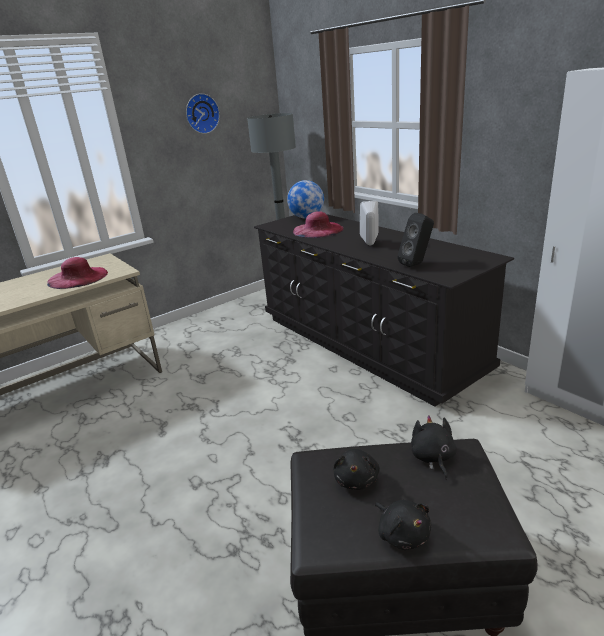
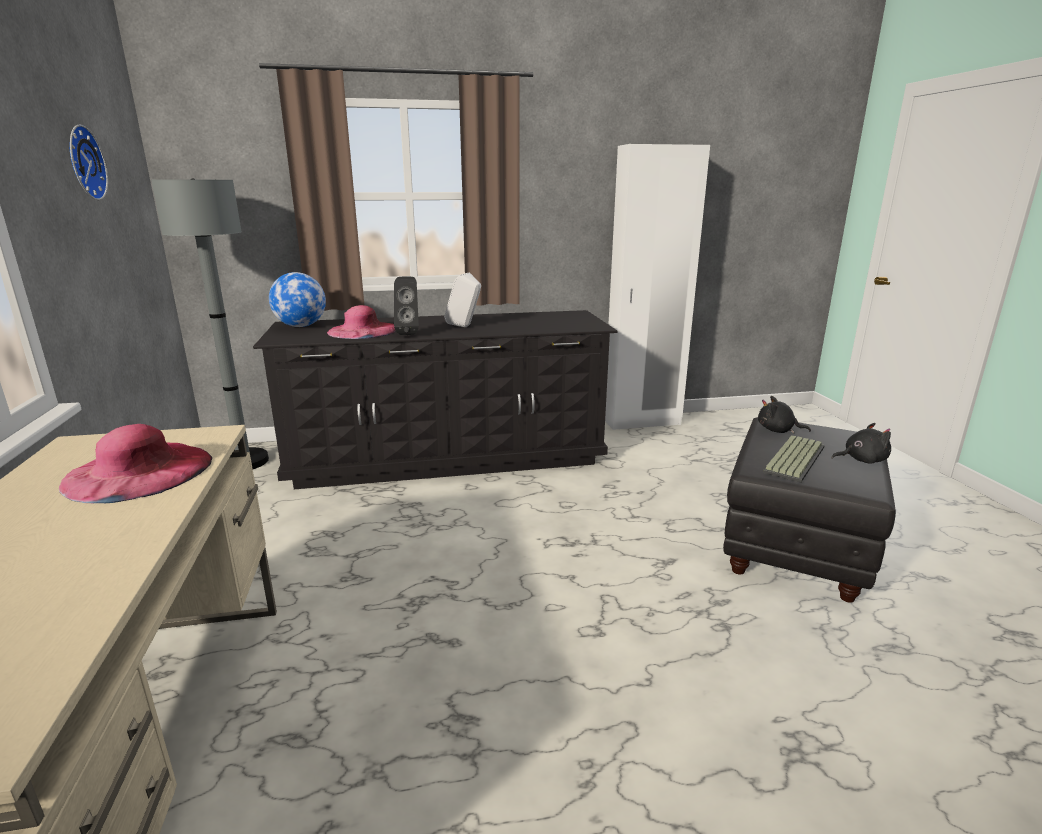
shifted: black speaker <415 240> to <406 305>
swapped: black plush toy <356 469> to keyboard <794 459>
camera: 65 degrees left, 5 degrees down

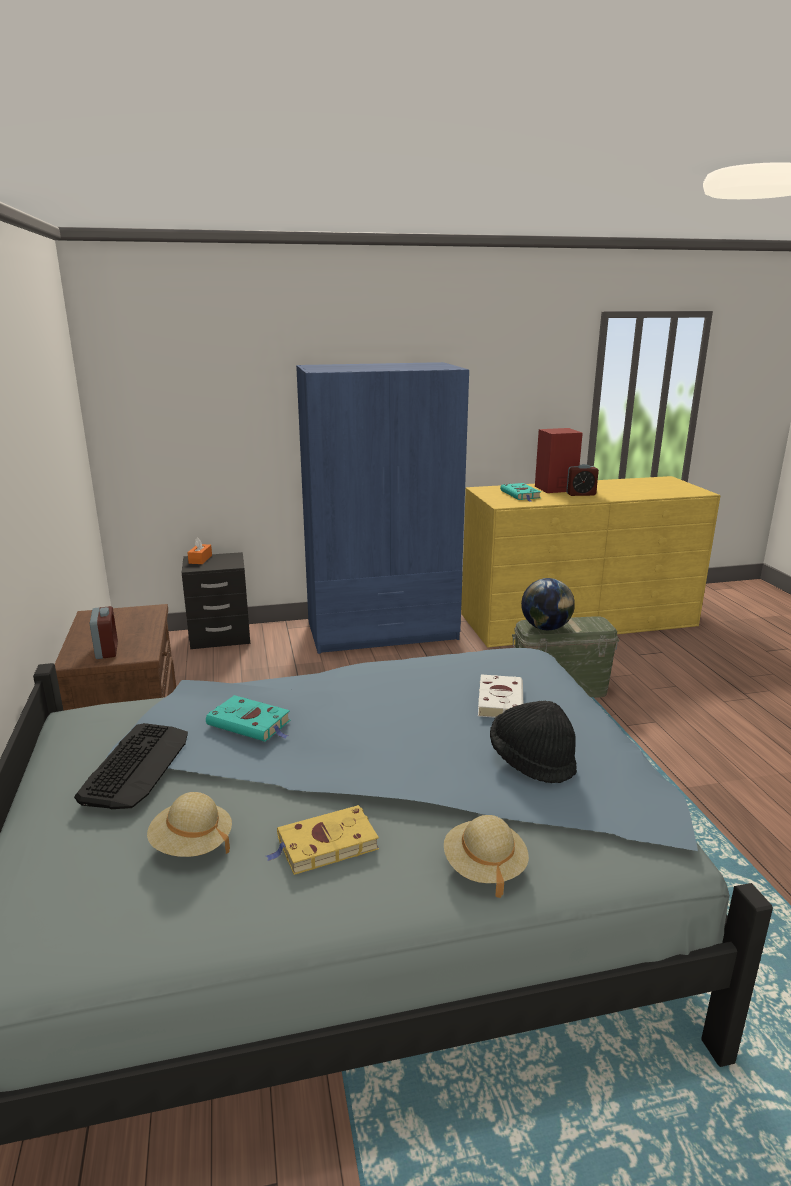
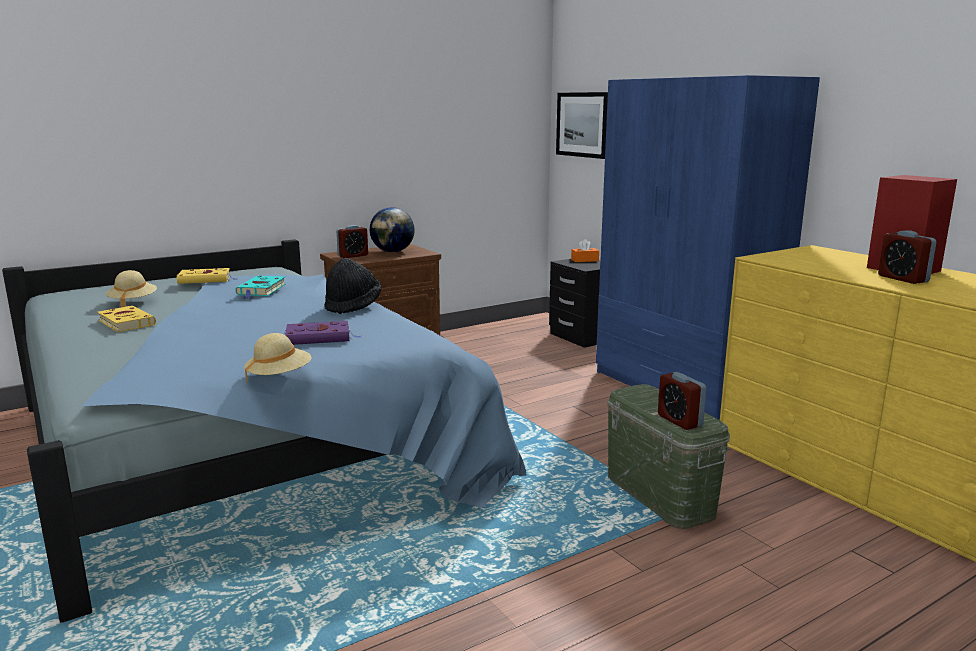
gone: turquoise book <520 492>
new: picture <582 125>; alarm clock <682 401>
shifted: beige hat <486 856> to <278 358>; black hat <533 742> to <353 286>; globe <548 604> to <392 229>
swapped: keyboard <131 766> to yellow book <207 276>
repainted: white book <500 696> to purple book <322 333>
camera: 70 degrees right, 5 degrees down

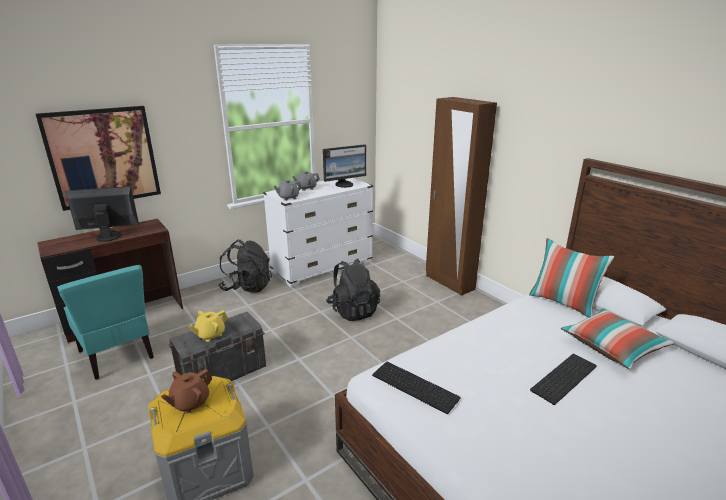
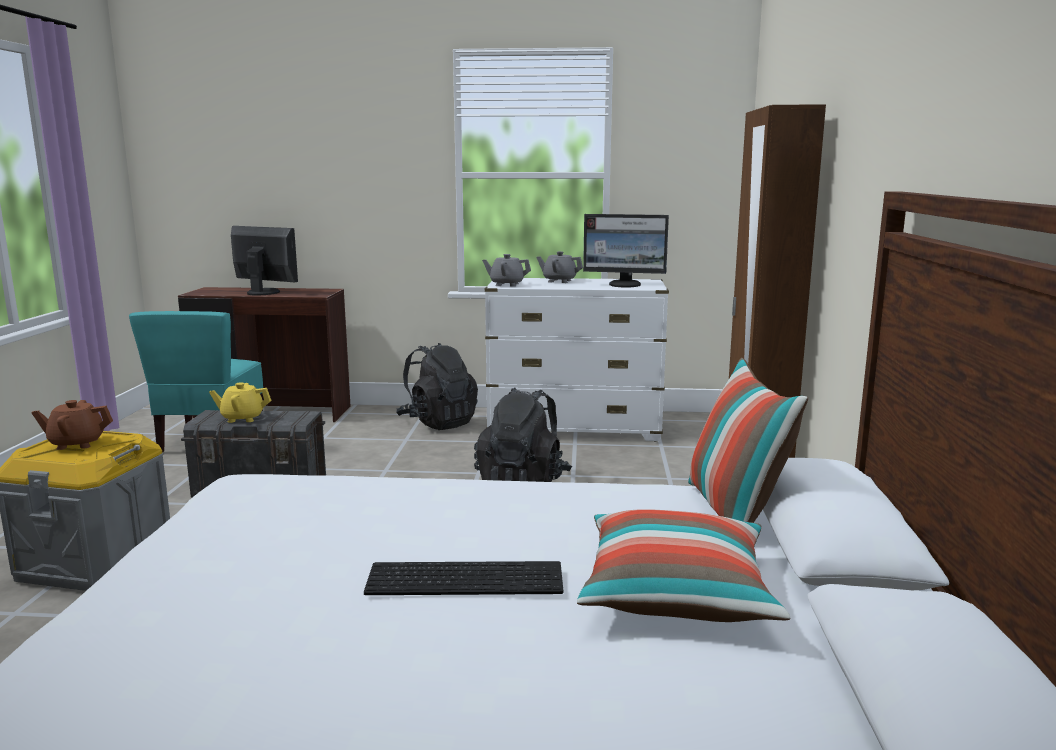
gone: picture <98 158>; keyboard <416 388>
camera: 40 degrees right, 10 degrees down

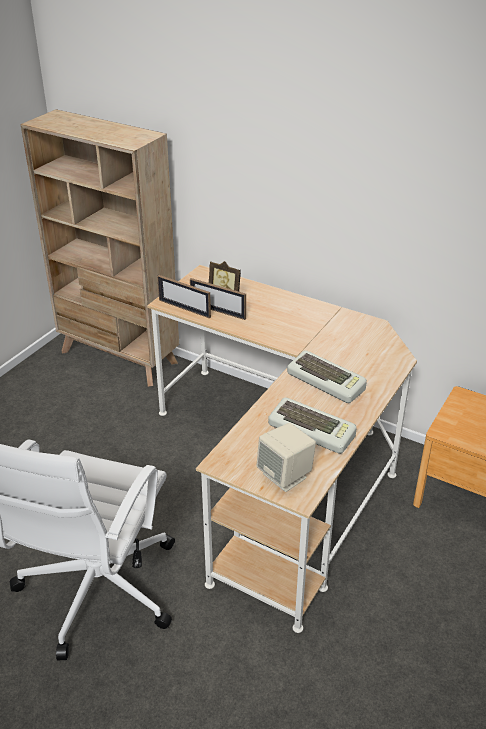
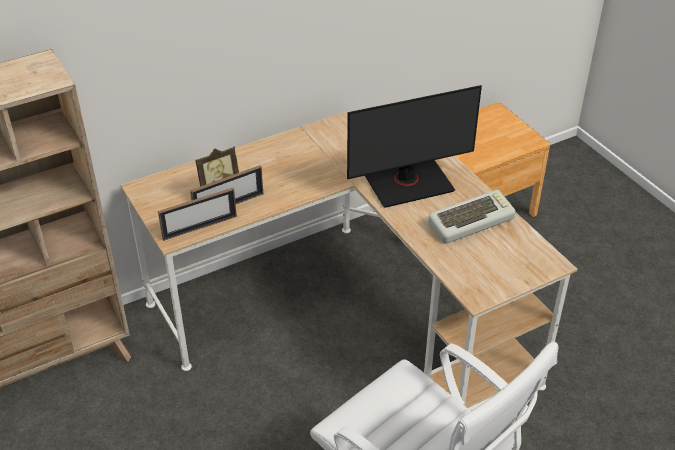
gone: beige speaker <286 457>
swapped: keyboard <327 376> to monitor <414 146>
camera: 60 degrees left, 5 degrees up

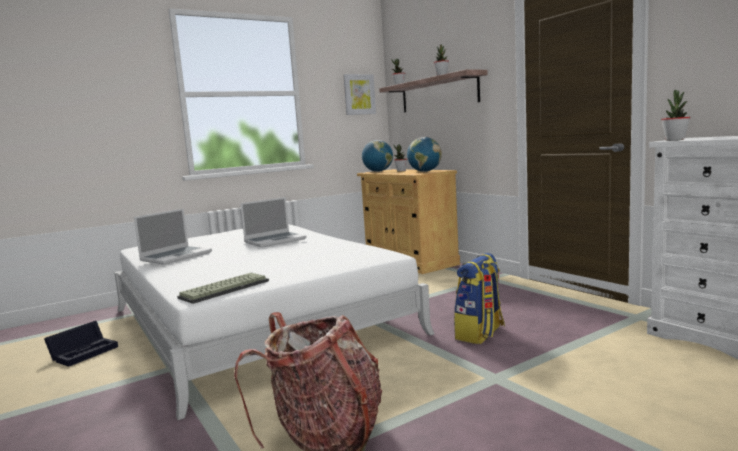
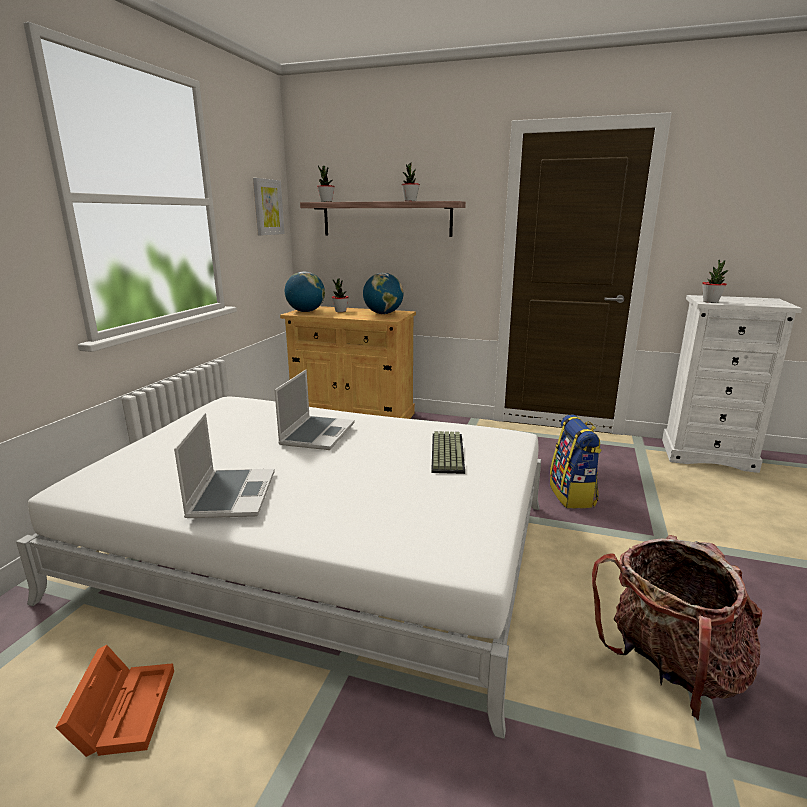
shifted: keyboard <223 288> to <448 452>
repainted: black storage box <81 344> to orange storage box <114 701>
camera: 40 degrees left, 10 degrees up

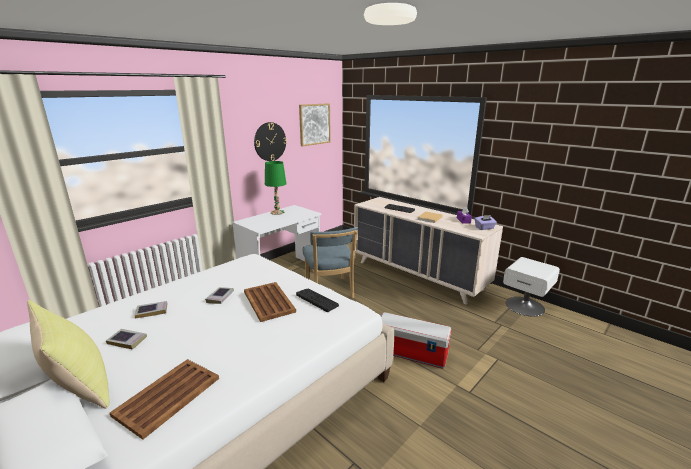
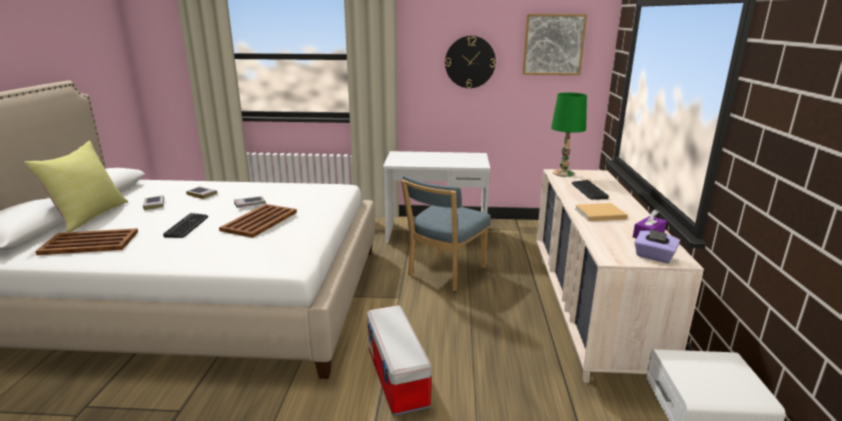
shifted: green table lamp <275 188> to <569 135>; keyboard <317 300> to <185 225>
camera: 50 degrees right, 0 degrees up

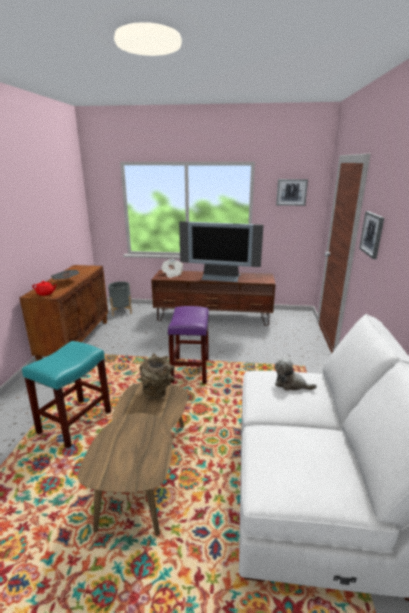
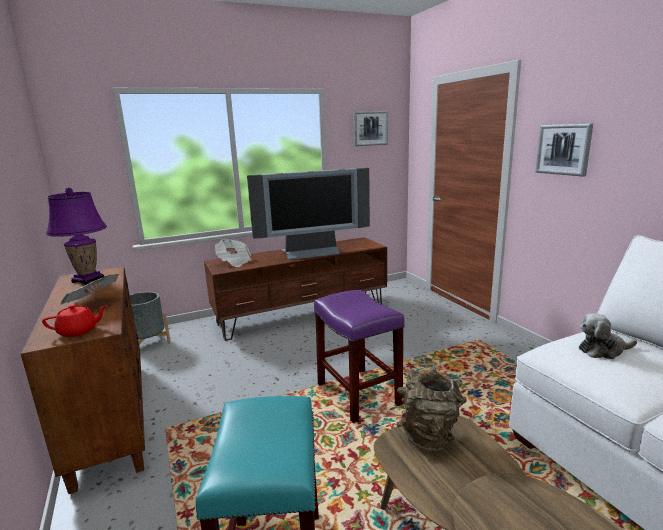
new: purple table lamp <76 236>
camera: 30 degrees left, 5 degrees down

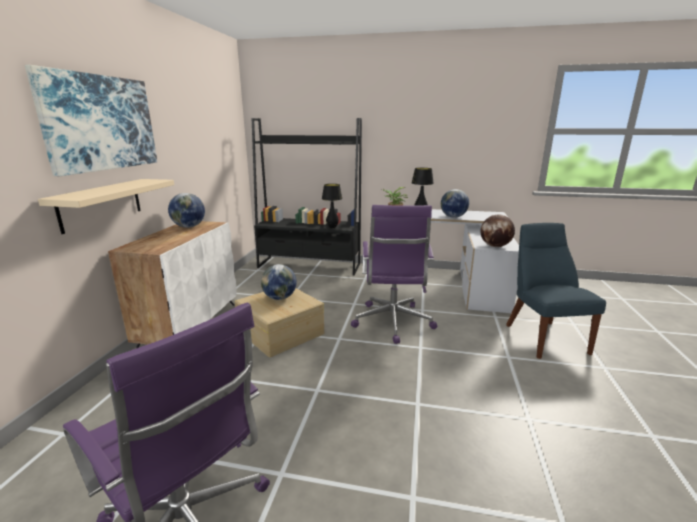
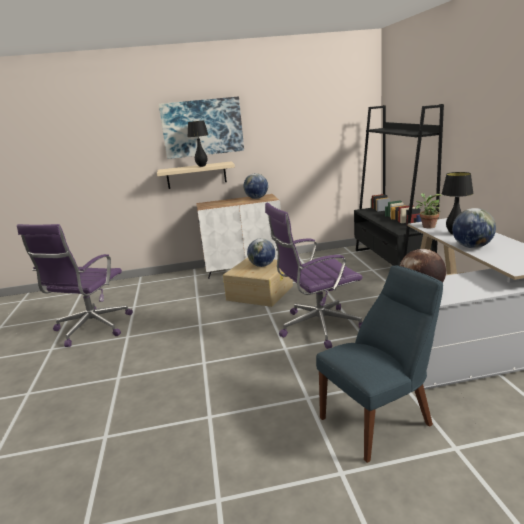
shifted: black table lamp <332 206> to <198 144>
camera: 70 degrees right, 0 degrees up

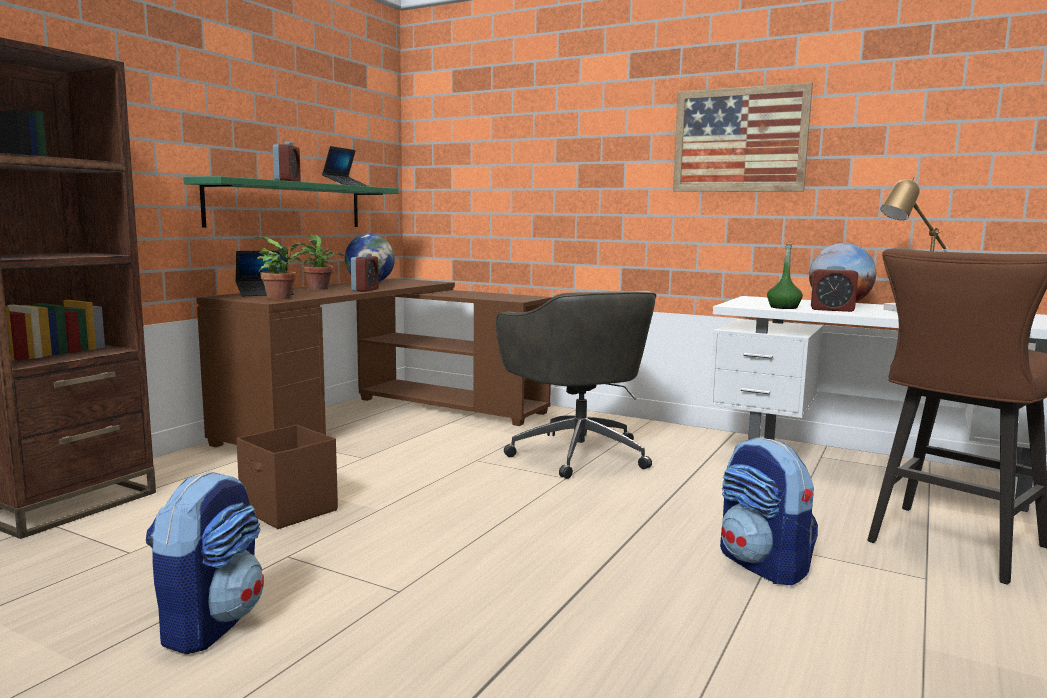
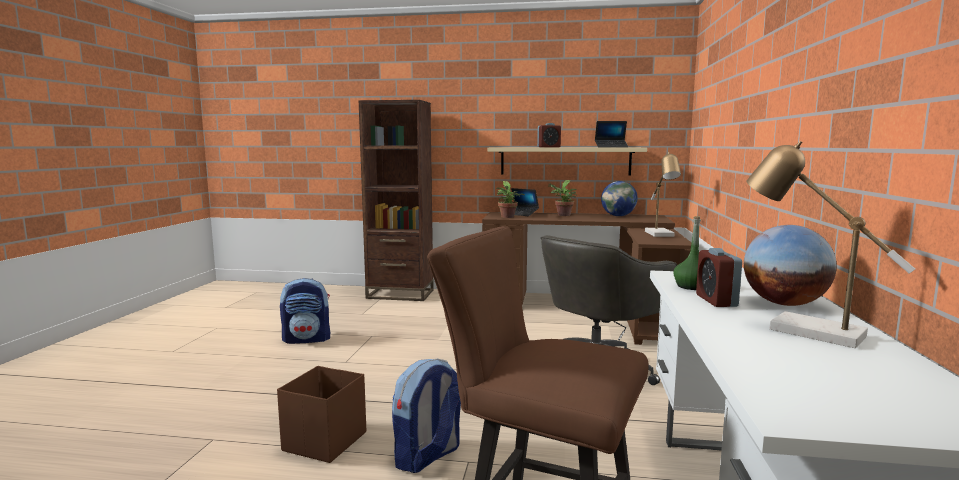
gone: alarm clock <365 272>; picture <743 137>
new: table lamp <663 194>
shifted: brown storage box <287 477> to <321 414>
repainted: green shelf <291 201> to beige shelf <567 161>
camera: 70 degrees right, 0 degrees up

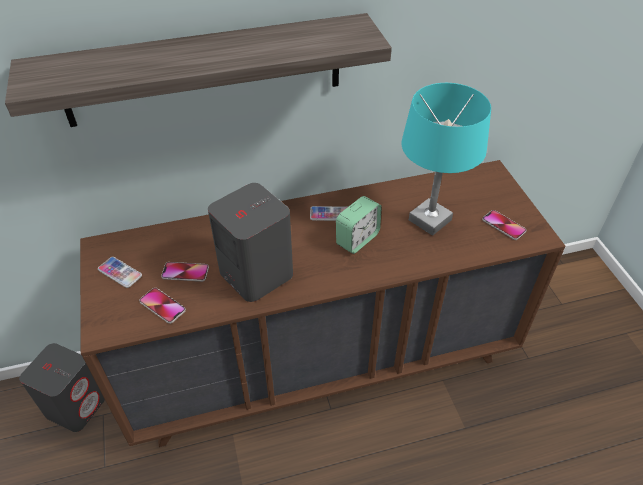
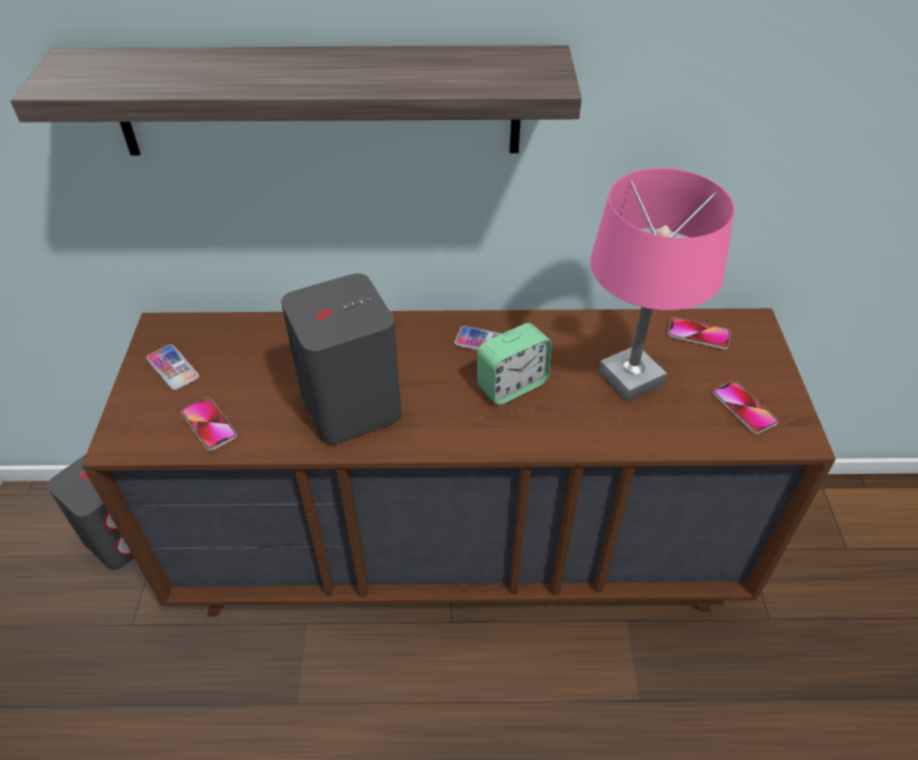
shifted: phone <185 272> to <699 333>
repainted: turquoise table lamp <446 159> to pink table lamp <662 285>
camera: 15 degrees right, 0 degrees up

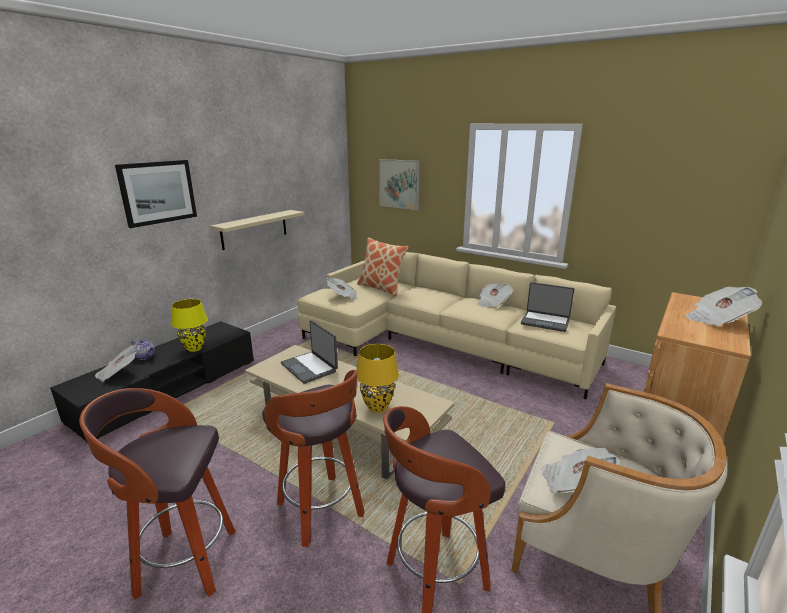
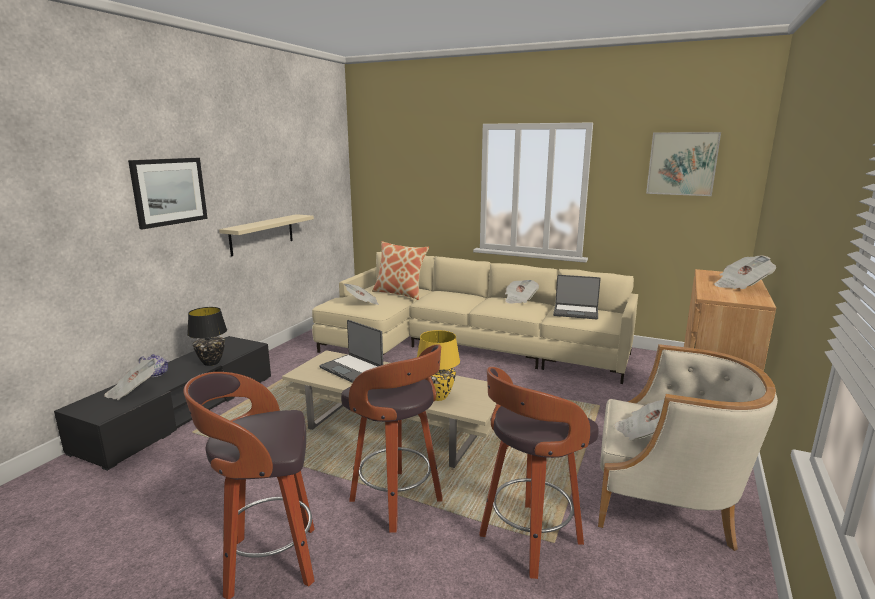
shifted: picture <399 184> to <683 164>
repainted: yellow table lamp <190 325> to black table lamp <207 336>
camera: 10 degrees left, 5 degrees down

